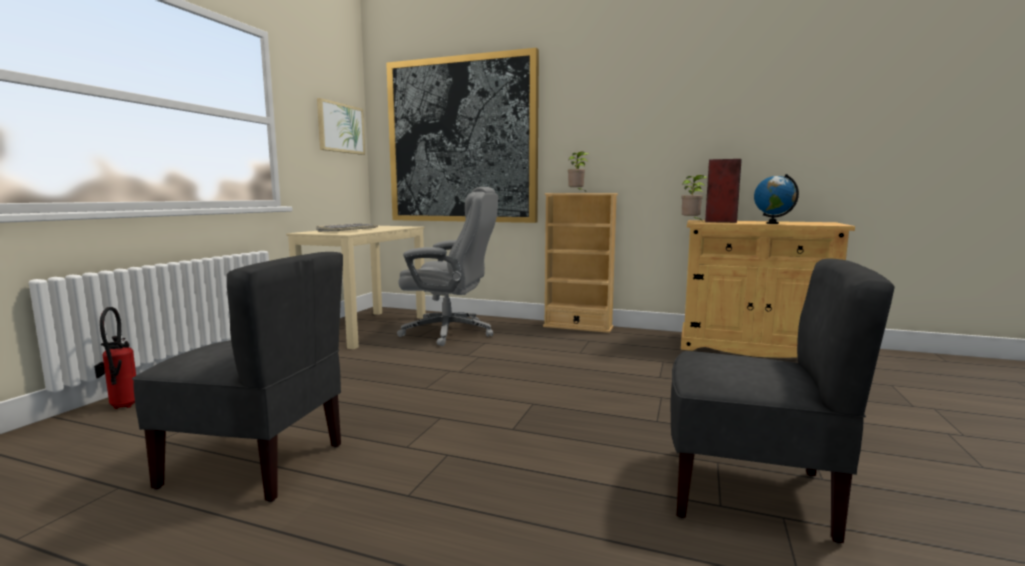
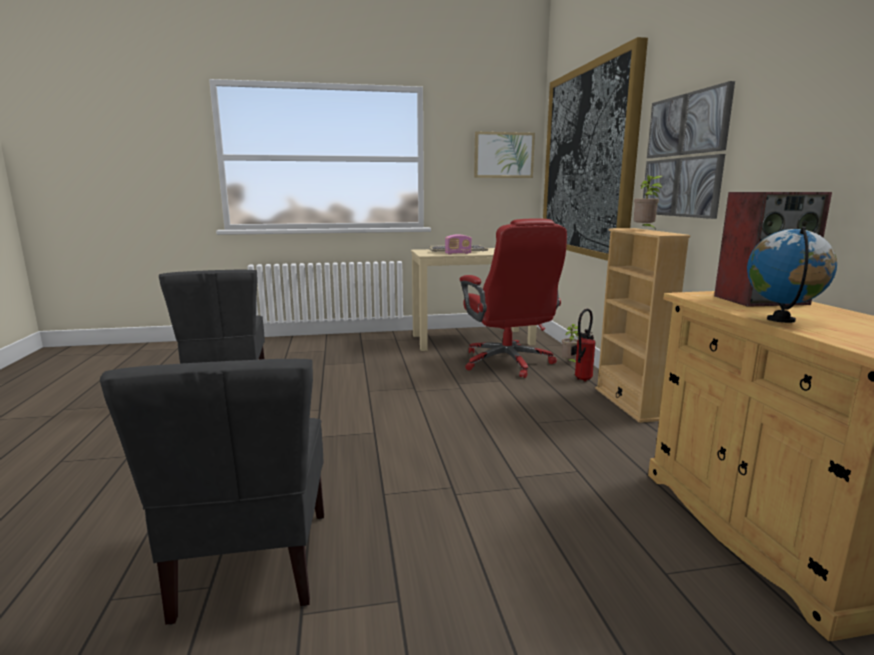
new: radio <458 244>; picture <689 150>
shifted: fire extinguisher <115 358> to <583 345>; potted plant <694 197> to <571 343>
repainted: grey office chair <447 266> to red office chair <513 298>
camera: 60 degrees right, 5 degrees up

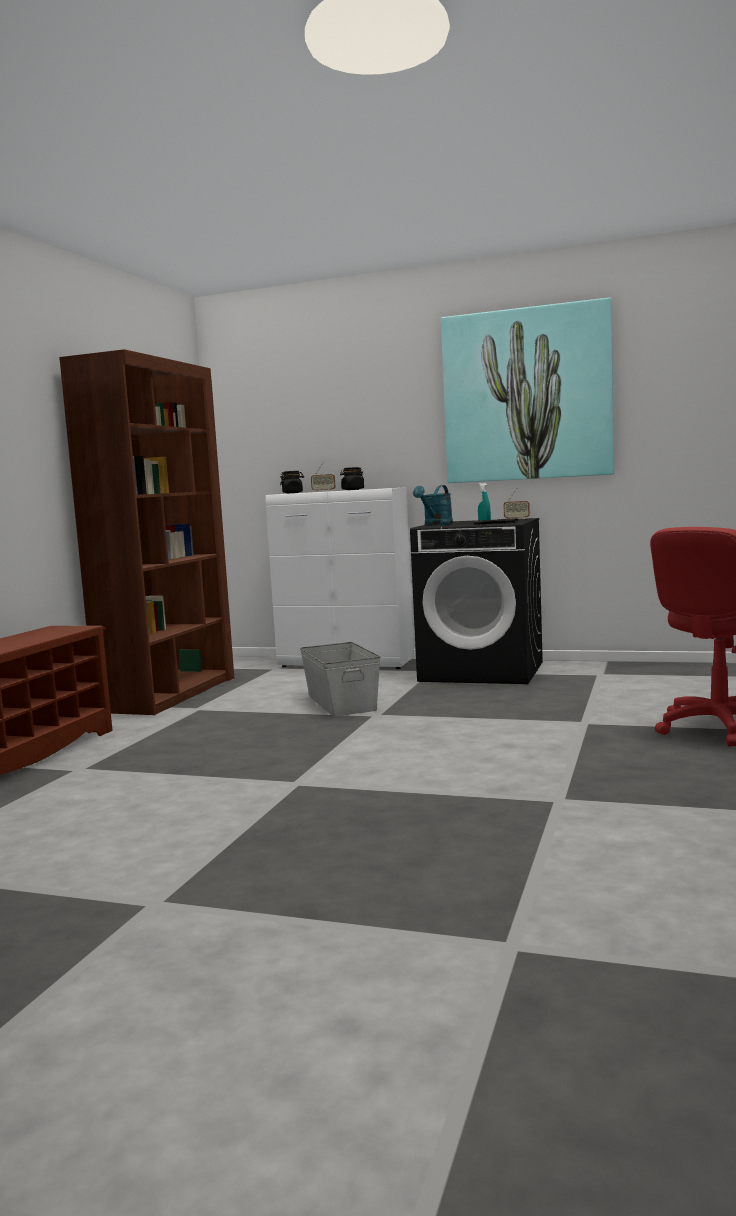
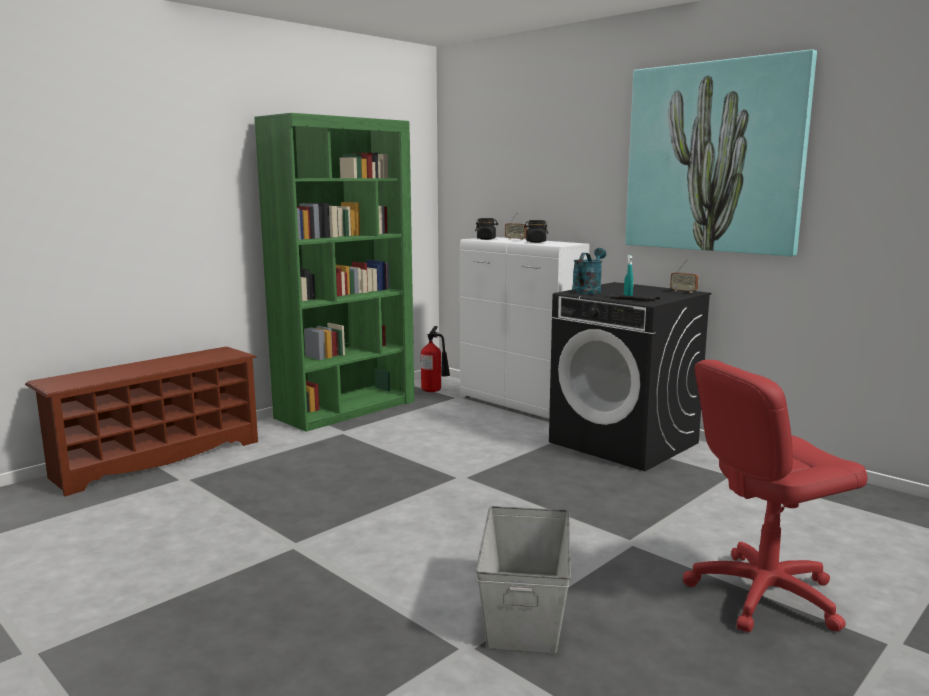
new: fire extinguisher <435 359>
shifted: grey storage box <340 679> to <523 579>
repainted: brown bookcase <146 532> to green bookcase <334 272>
rotated: turquoise watering can <433 505> = <589 271> 150 degrees clockwise
camera: 25 degrees right, 5 degrees up

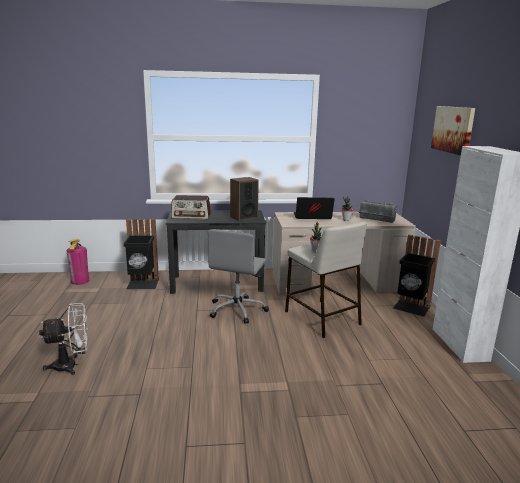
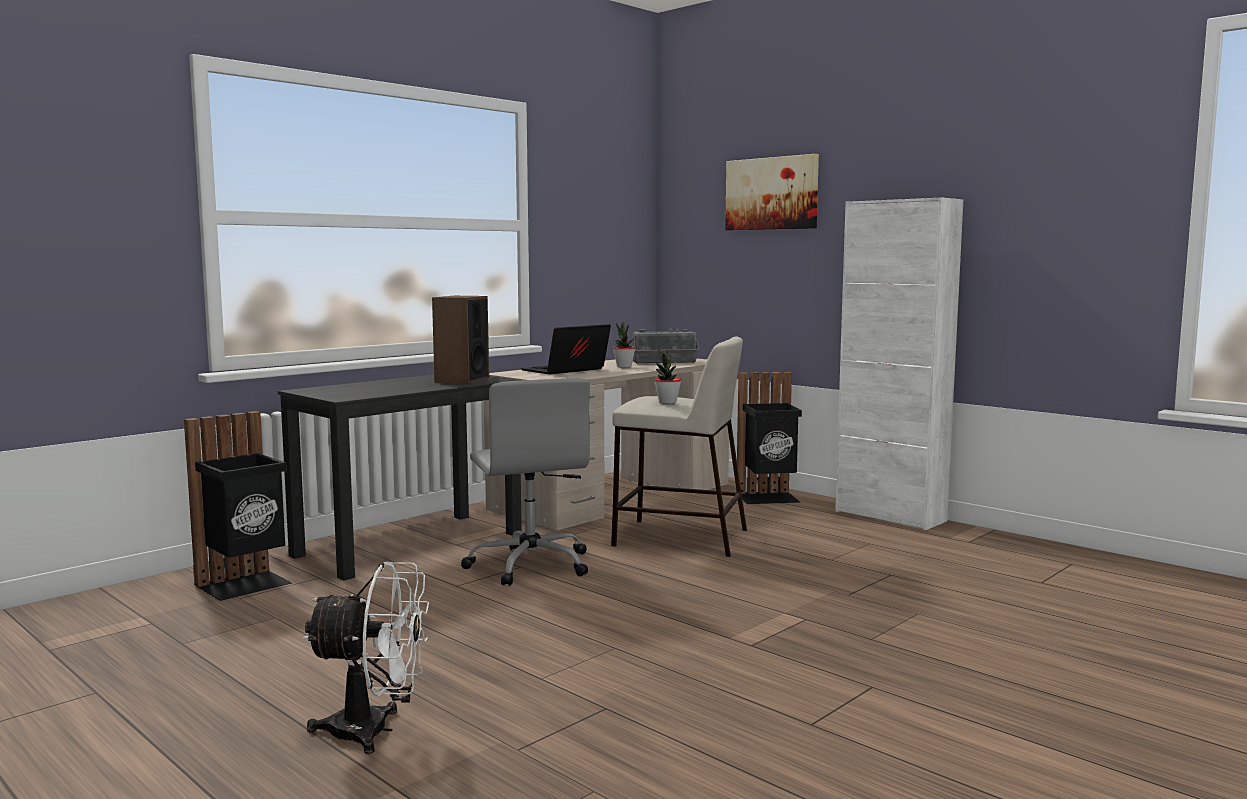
gone: fire extinguisher <77 262>; radio <191 207>
rotated: white fan <63 339> = <366 658> 60 degrees clockwise
camera: 40 degrees left, 10 degrees down

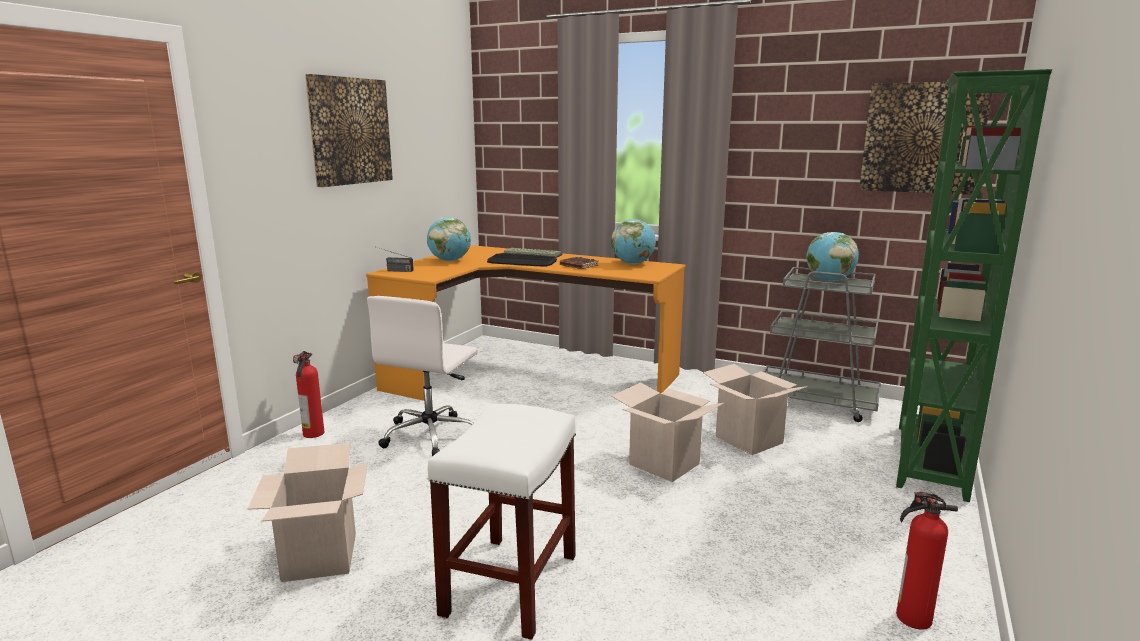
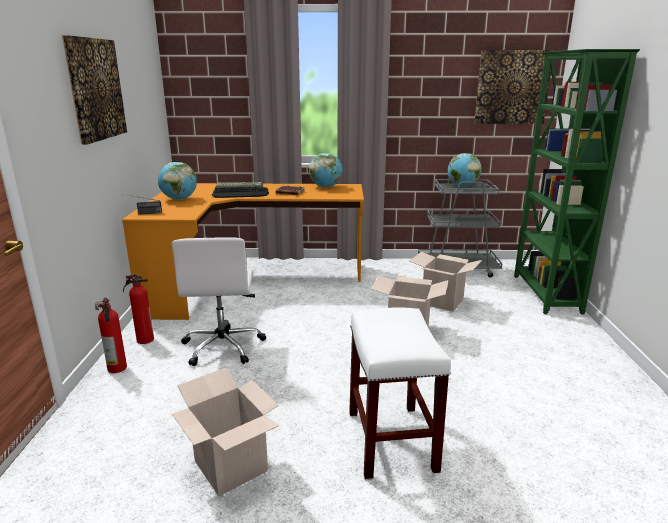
shifted: fire extinguisher <927 561> to <138 309>
camera: 25 degrees left, 5 degrees up

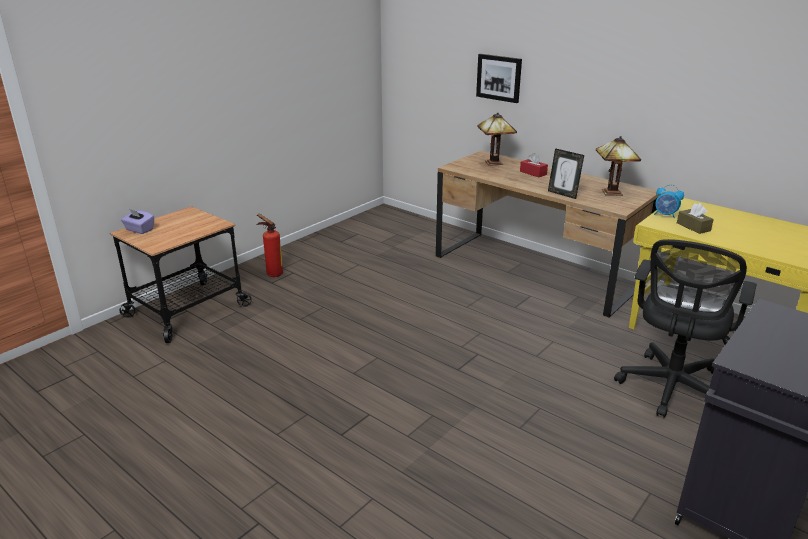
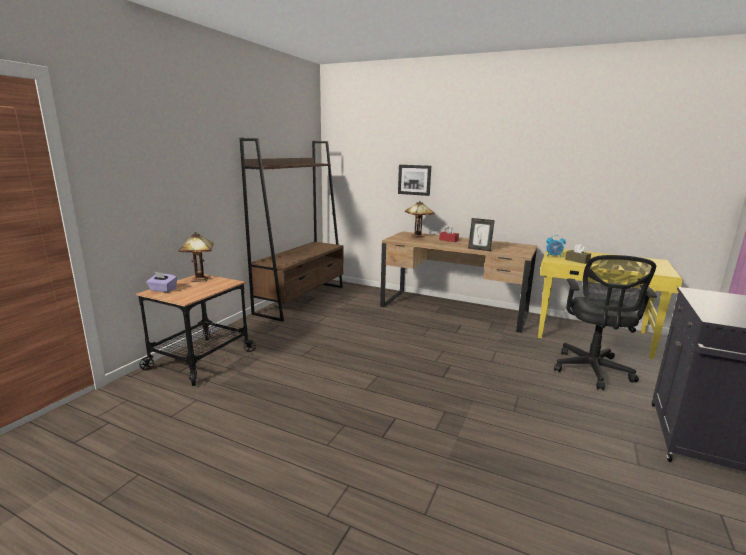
gone: fire extinguisher <269 245>
new: brown bookcase <291 230>
shifted: table lamp <618 166> to <195 257>
camera: 15 degrees left, 10 degrees down

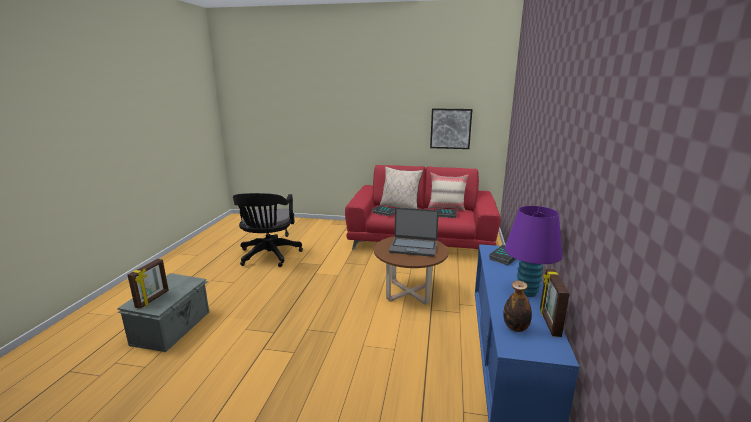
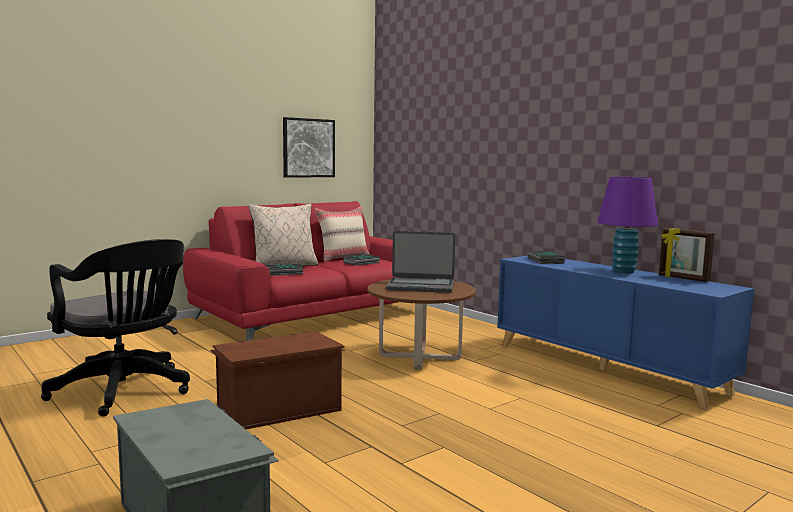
gone: picture frame <148 284>; bottle <517 306>
new: brown storage box <278 380>
rotated: laptop <414 232> = <420 262> 45 degrees clockwise
camera: 50 degrees left, 10 degrees down

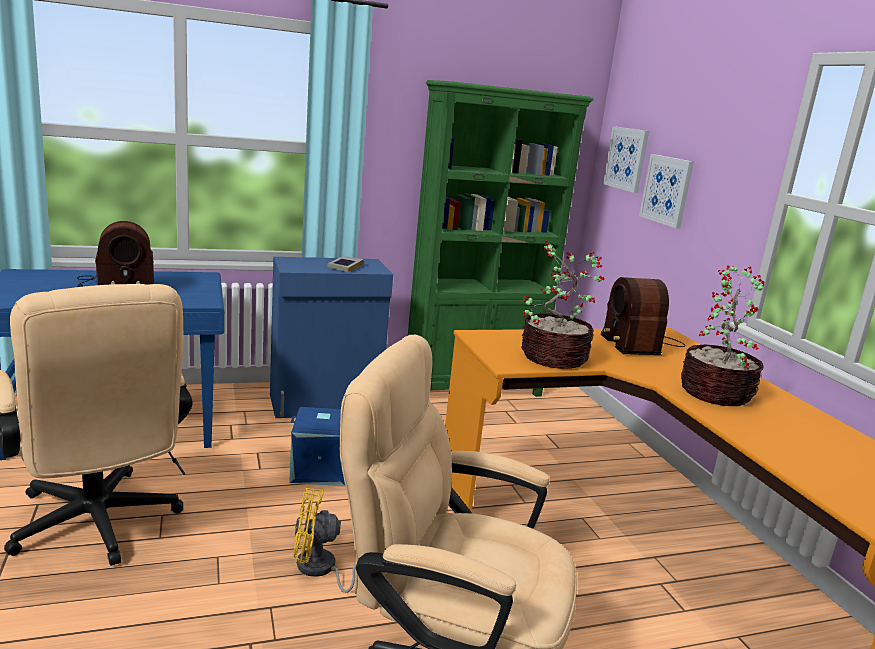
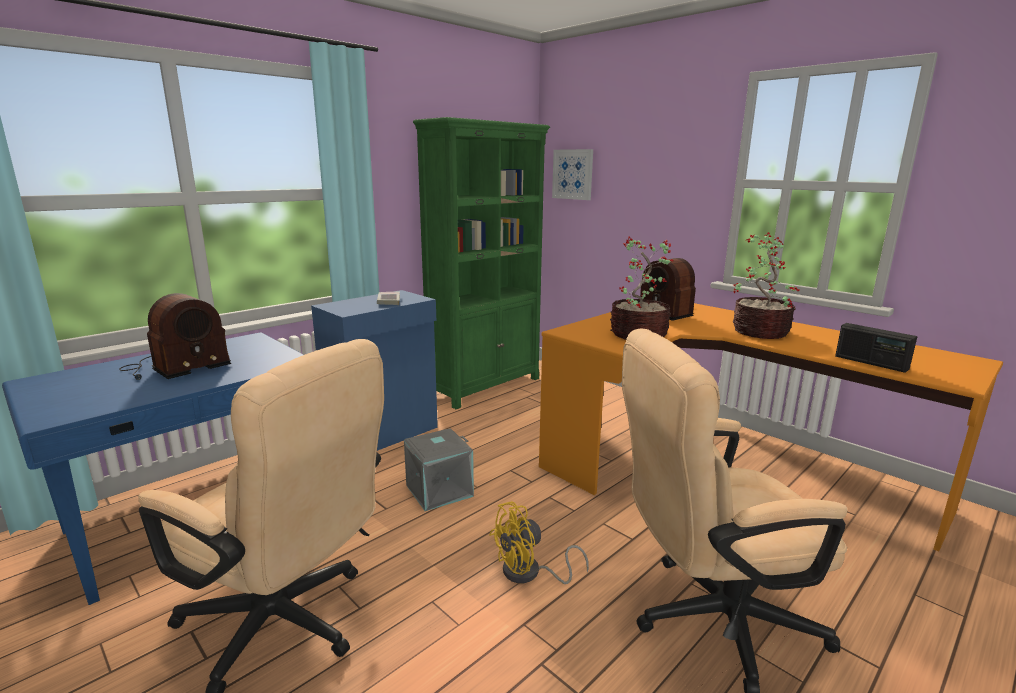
gone: picture <666 191>
new: radio <876 348>
repainted: blue storage box <317 446> to grey storage box <439 469>
camera: 25 degrees left, 0 degrees up

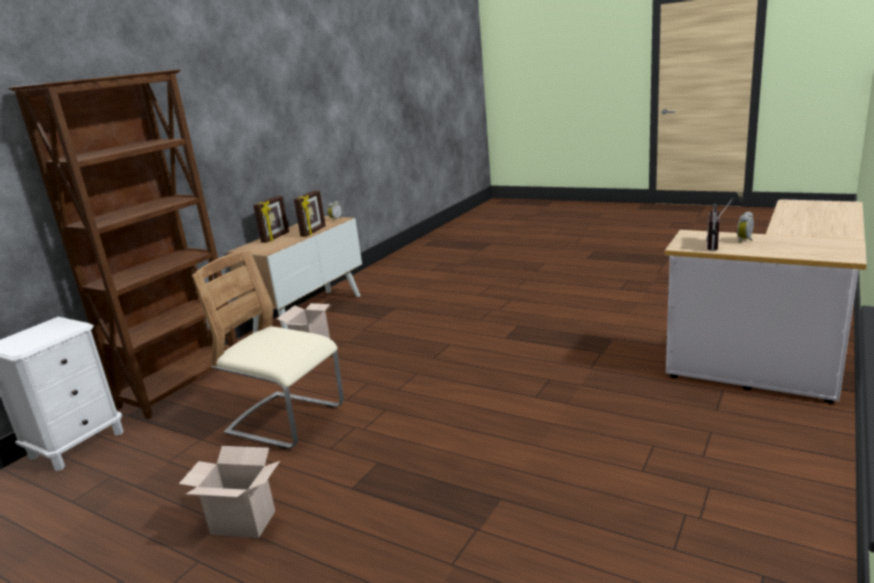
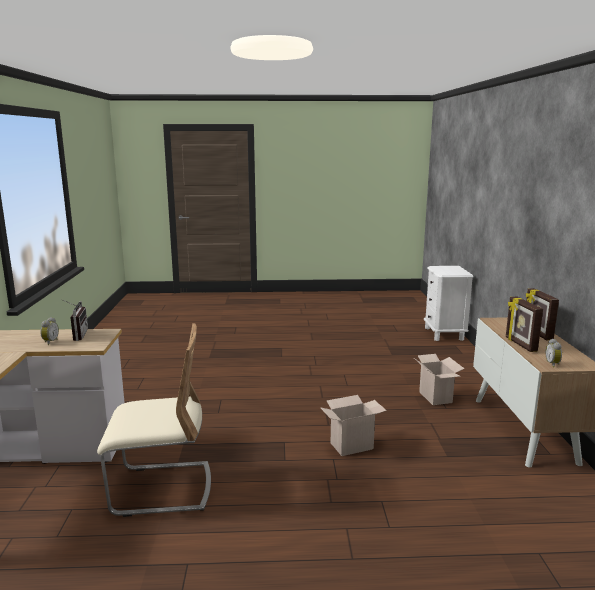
gone: brown bookcase <122 244>
shifted: cardboard box <229 492> to <353 425>; beige chair <268 349> to <154 420>
camera: 145 degrees right, 5 degrees down

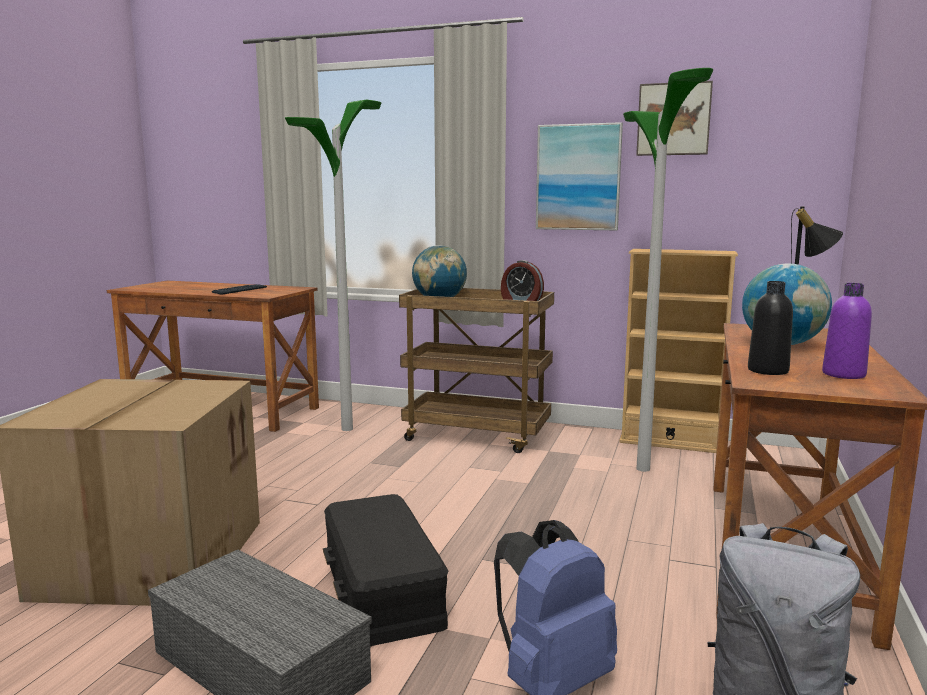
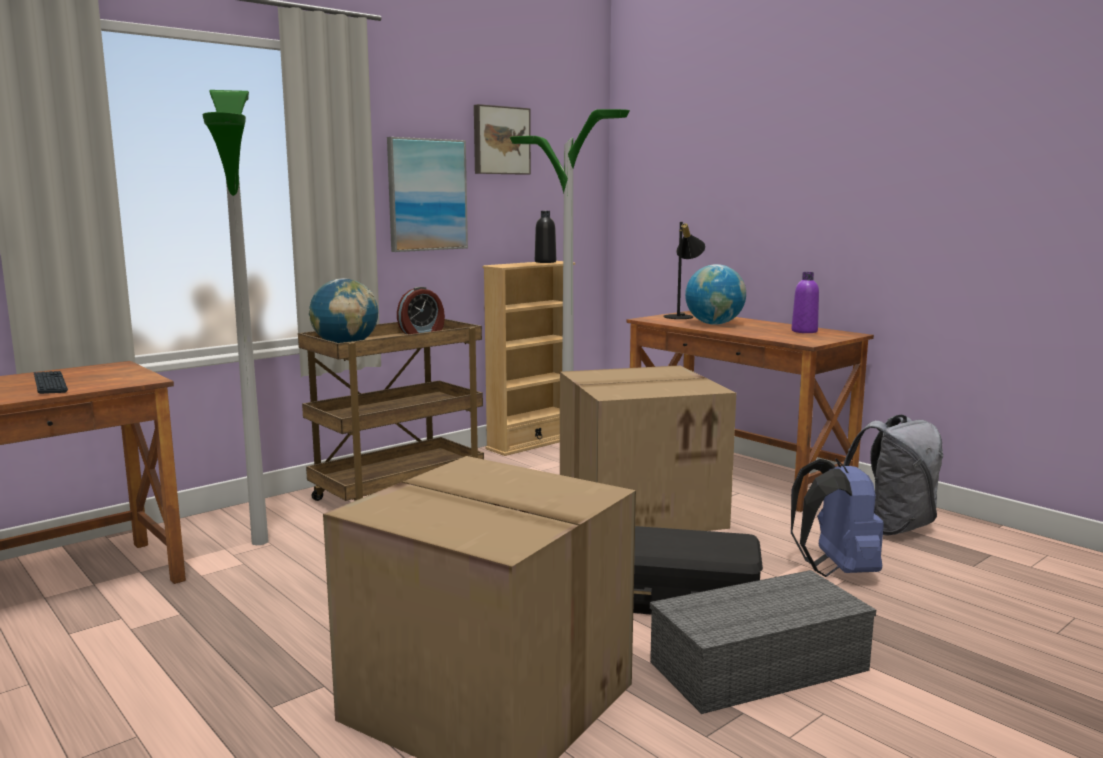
new: cardboard box <648 448>
shifted: black bottle <770 328> to <545 237>
camera: 60 degrees left, 0 degrees up

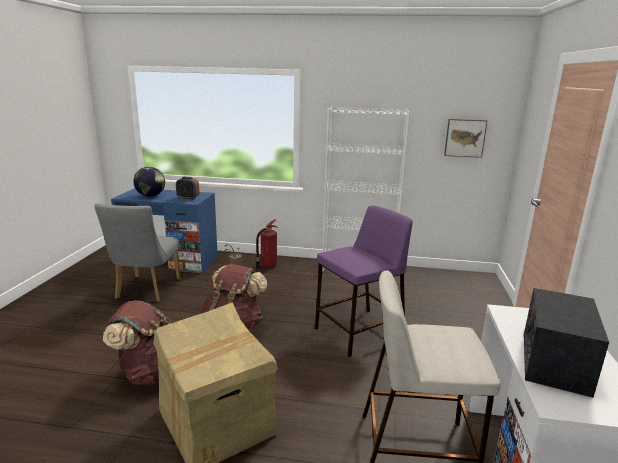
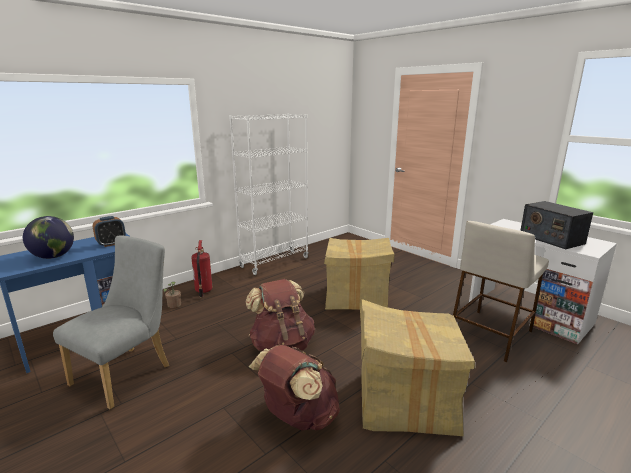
gone: picture <465 138>
swapped: purple stool <364 281> to cardboard box <359 274>
rotated: grey chair <137 252> = <111 322> 105 degrees counterclockwise
camera: 50 degrees left, 0 degrees up

